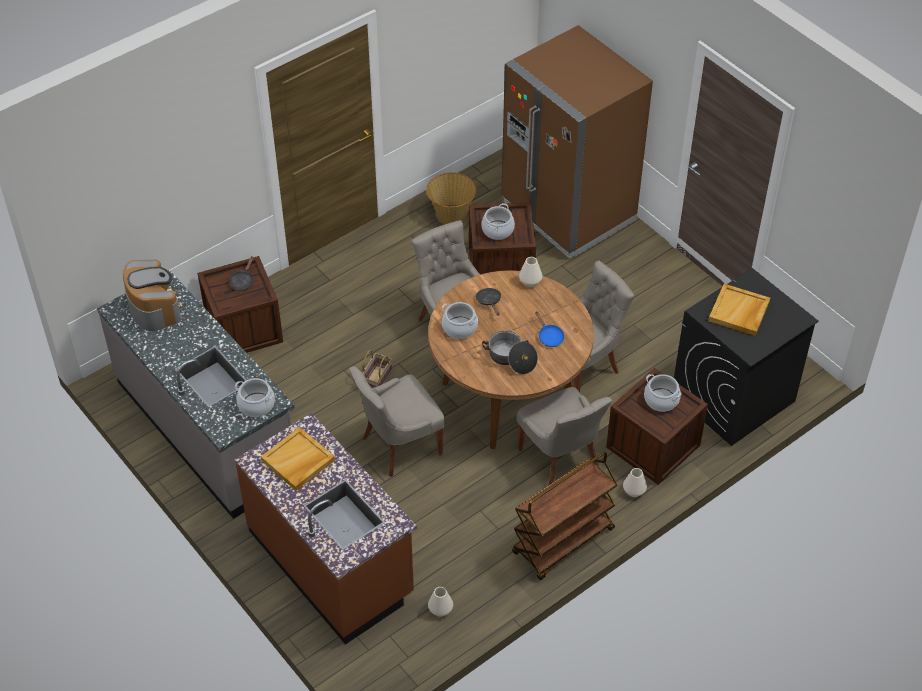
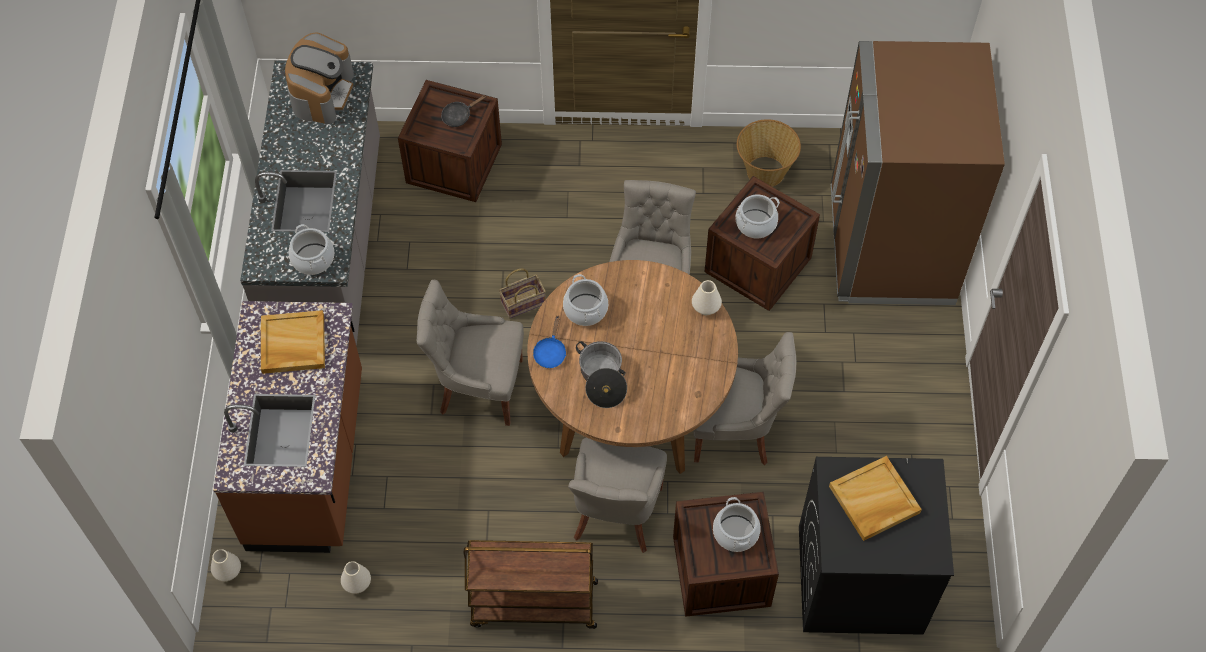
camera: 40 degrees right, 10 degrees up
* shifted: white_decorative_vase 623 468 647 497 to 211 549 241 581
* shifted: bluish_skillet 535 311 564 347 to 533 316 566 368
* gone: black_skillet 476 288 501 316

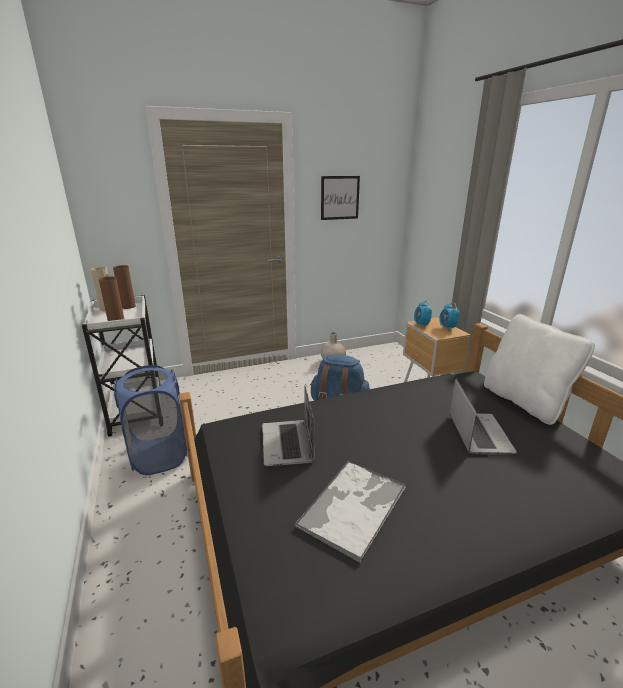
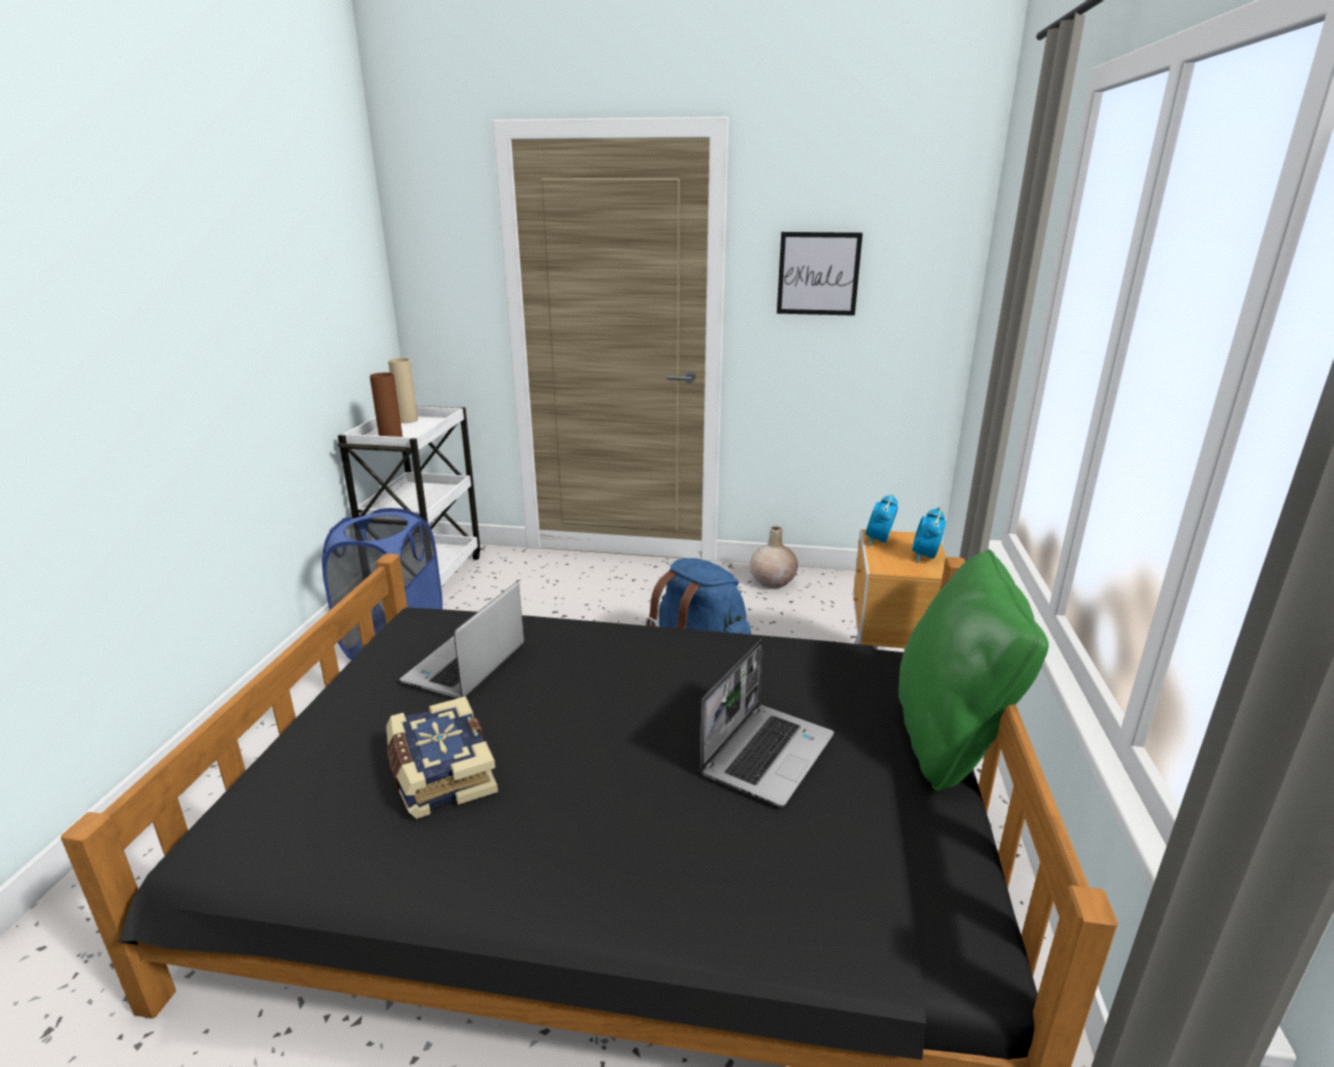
camera: 30 degrees right, 0 degrees up
* swapped: serving_tray 294 461 406 563 to bound_book 386 696 498 819
* repainted: white_pillow 484 314 595 425 to green-coloured_pillow 898 549 1049 792
* gone: brown-coloured_decorative_vase 113 265 136 309

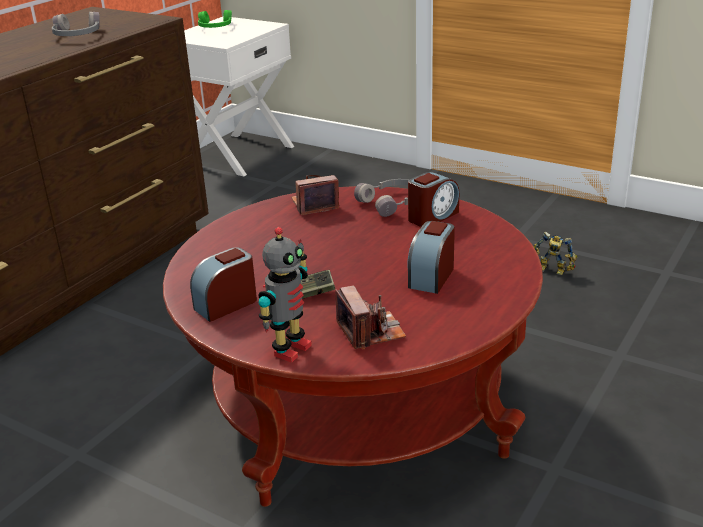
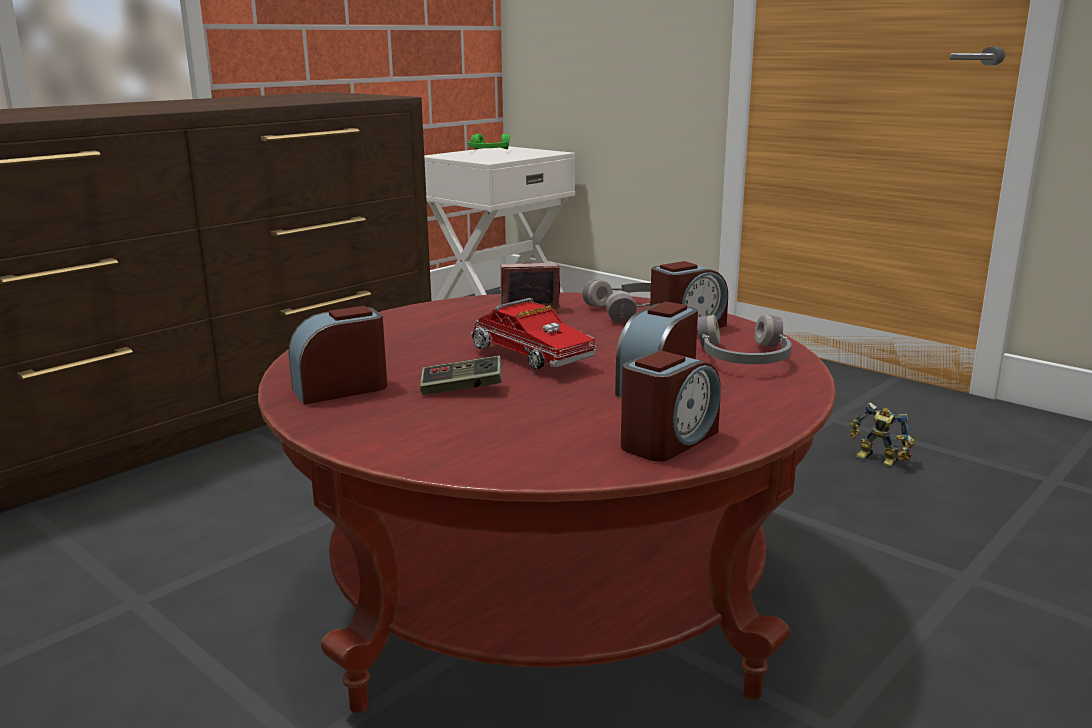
camera: 10 degrees right, 10 degrees down
* new: toy_lorry 471 298 596 369
* new: table_clock 621 350 721 462
* shifted: grey_headset 52 12 100 36 to 697 315 792 364
* gone: toy_robot 258 227 312 363
* gone: photo_camera 335 286 406 350

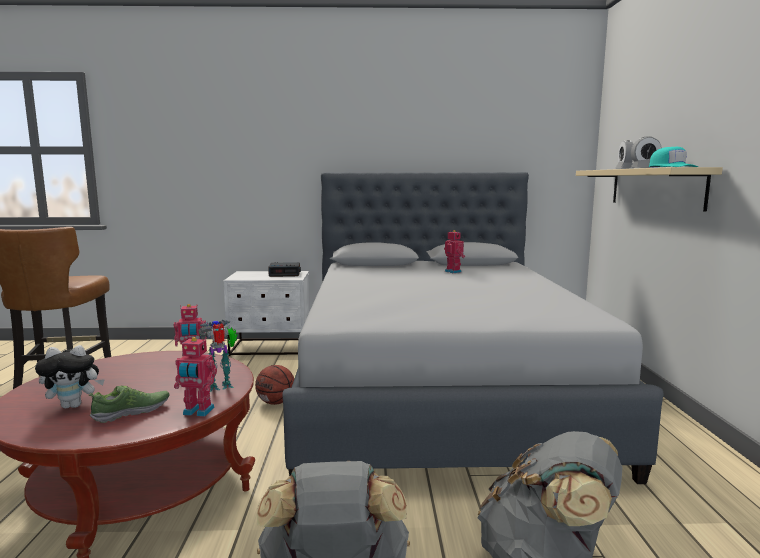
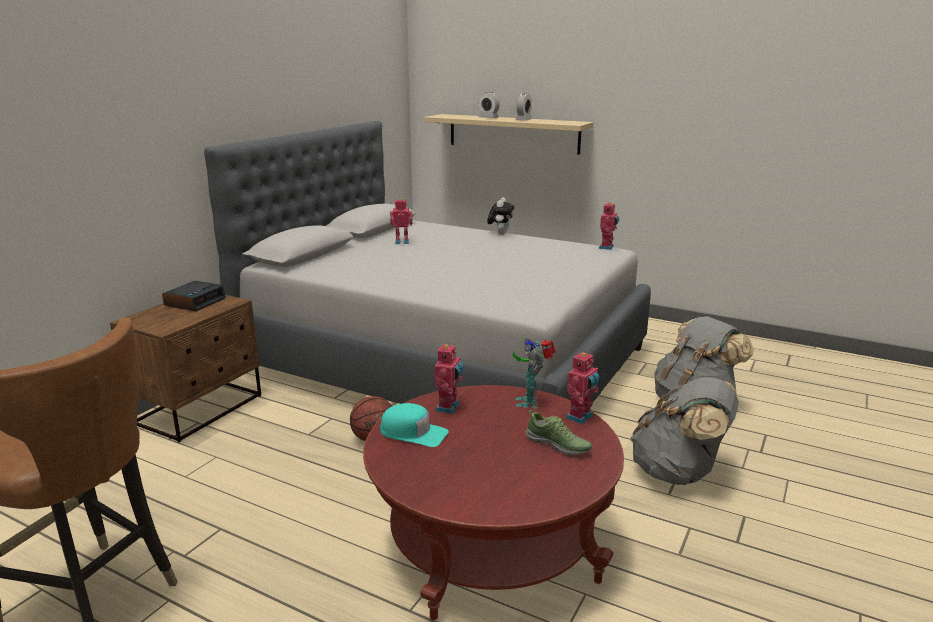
camera: 60 degrees left, 10 degrees up
* repainted: white_night_table 223 271 310 356 to brown-coloured_night_table 110 295 261 442
* shifted: turquoise-coloured_peaked_cap 649 147 699 167 to 380 403 449 447
* shifted: soft_toy 35 345 105 409 to 487 198 514 235
* rotated: item_of_footwear 89 385 169 423 = 526 410 592 455 135 degrees clockwise
* new: toy_robot 599 202 619 250

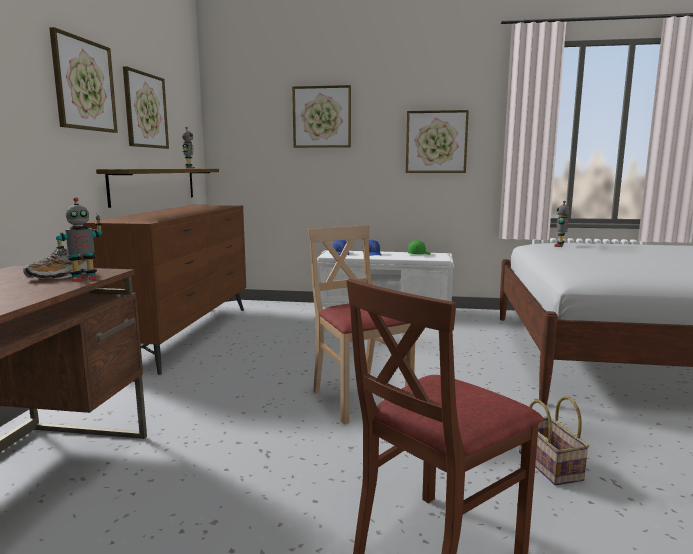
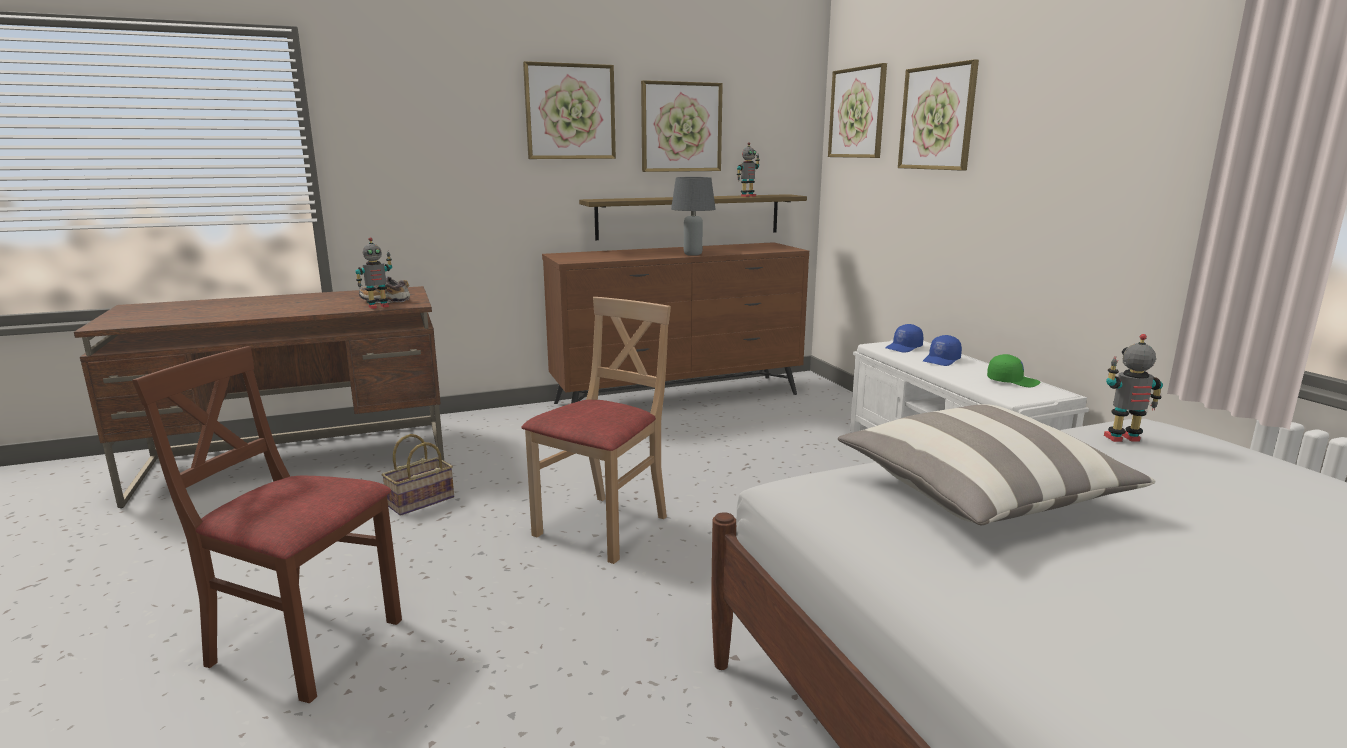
camera: 60 degrees right, 5 degrees up
* rotated: toy_robot 56 197 102 282 = 355 237 392 309 60 degrees counterclockwise
* shifted: storage_basket 519 396 589 486 to 381 434 454 516
* new: grey_lamp_for_a_table 671 177 716 256
* shifted: picture 406 110 469 173 to 828 63 887 158
* new: pillow 838 404 1156 525

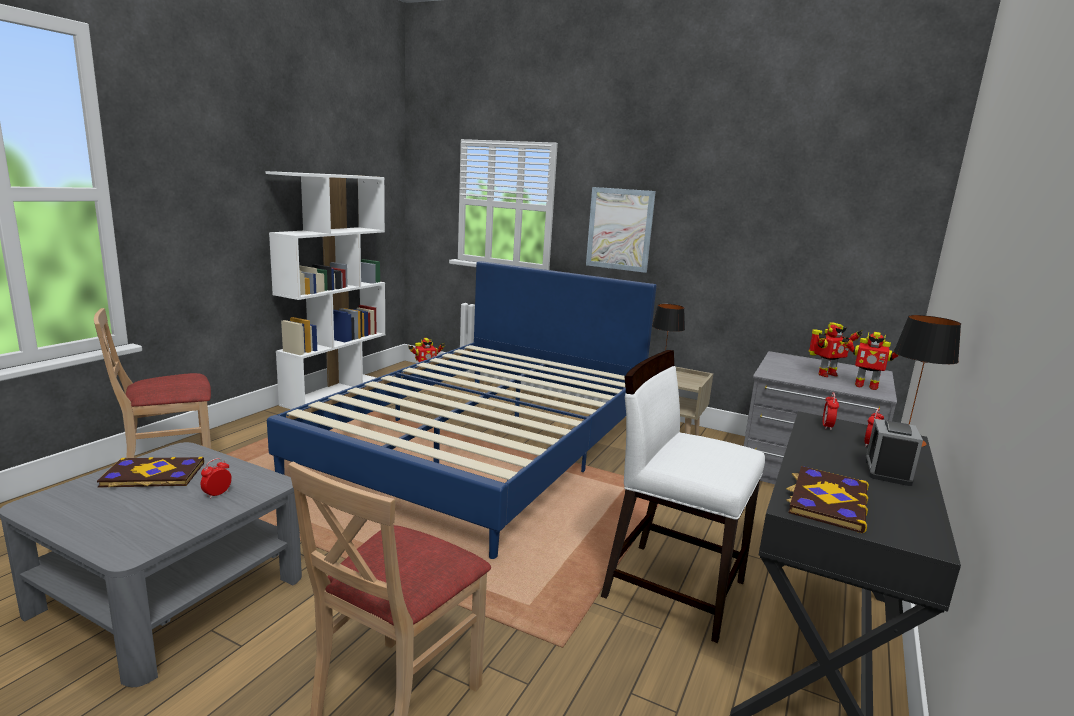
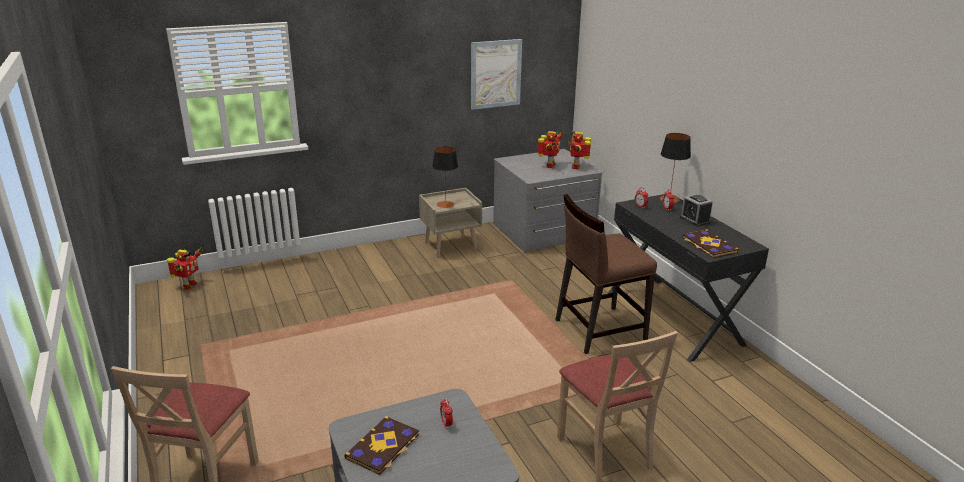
camera: 50 degrees left, 10 degrees up
* shifted: picture 586 187 656 273 to 471 39 522 110
* repainted: white_upright_chair 601 350 765 643 to brown-coloured_upright_chair 555 194 657 354
* rotated: toy_robot 842 332 899 390 = 568 131 591 169 120 degrees clockwise
* gone: white_bookshelf 266 171 385 409
* gone: bluish_sleeping_bed 267 261 656 559

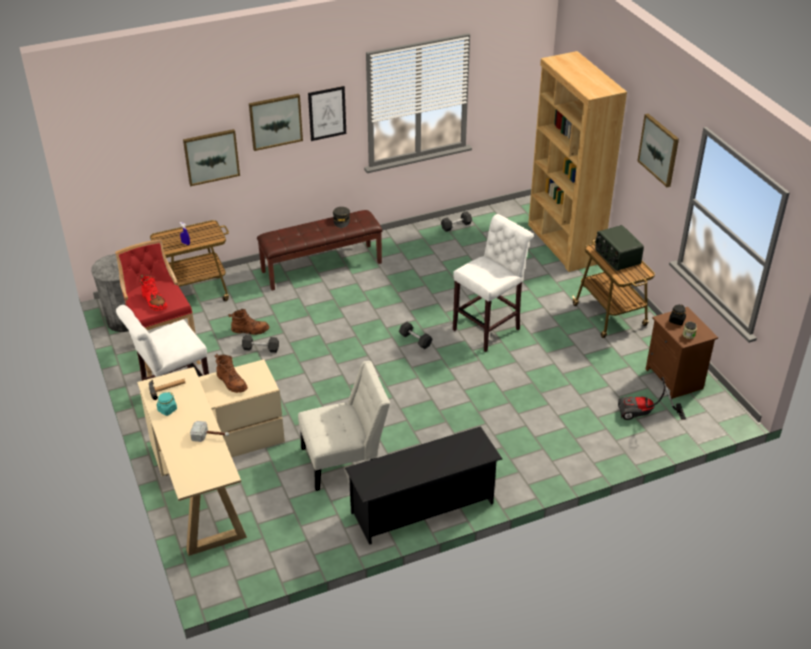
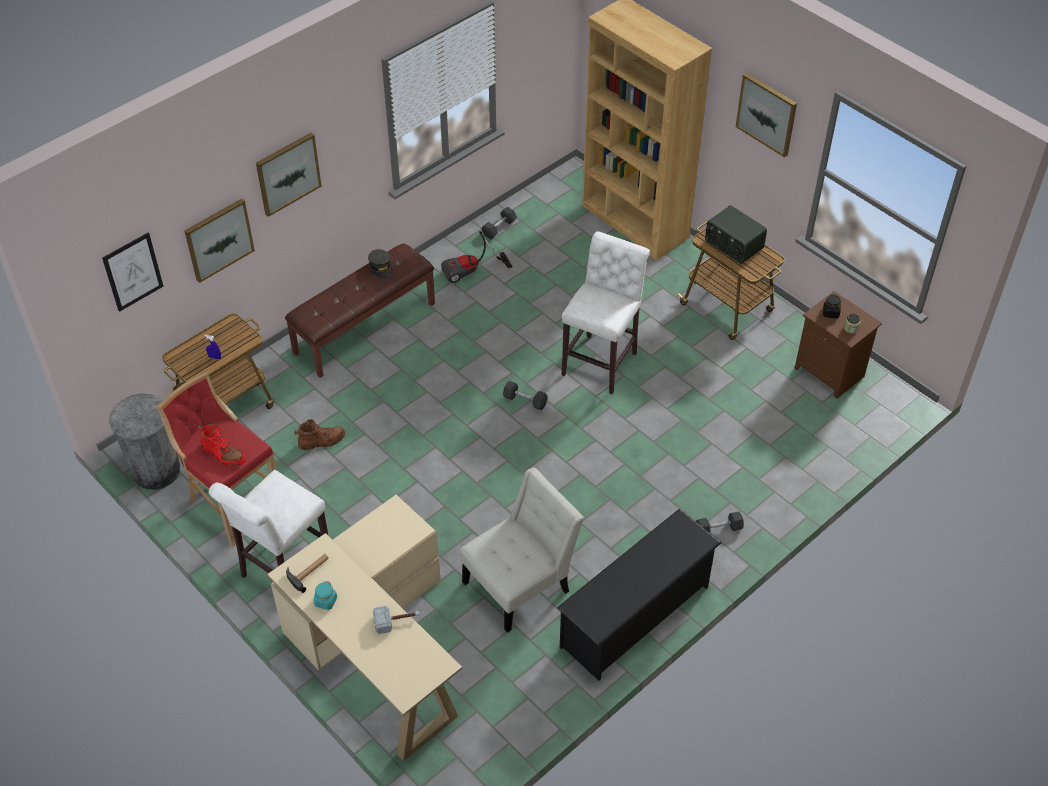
camera: 20 degrees left, 10 degrees up
* shifted: picture 308 86 346 141 to 102 233 163 312
* shifted: vacuum 618 377 686 420 to 441 231 513 283
* shifted: grey_dumbbell 242 335 279 353 to 696 512 744 533
* gone: brown-coloured_tall_boot 215 354 248 393

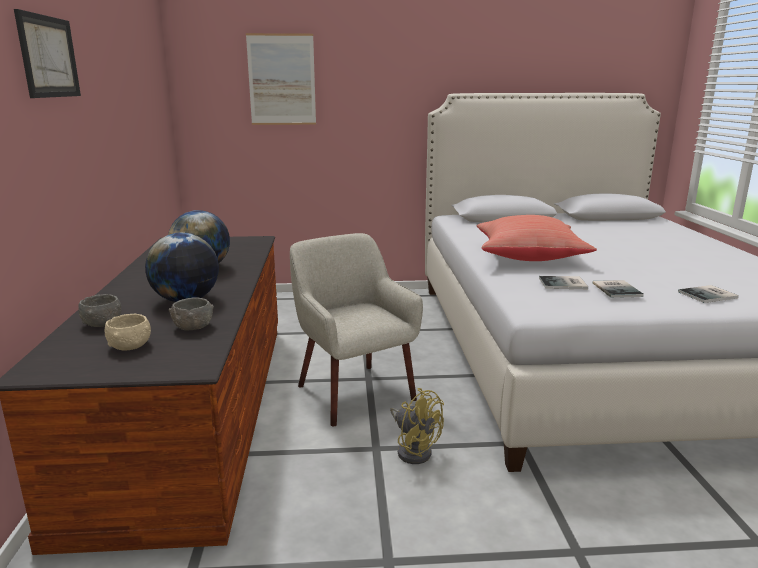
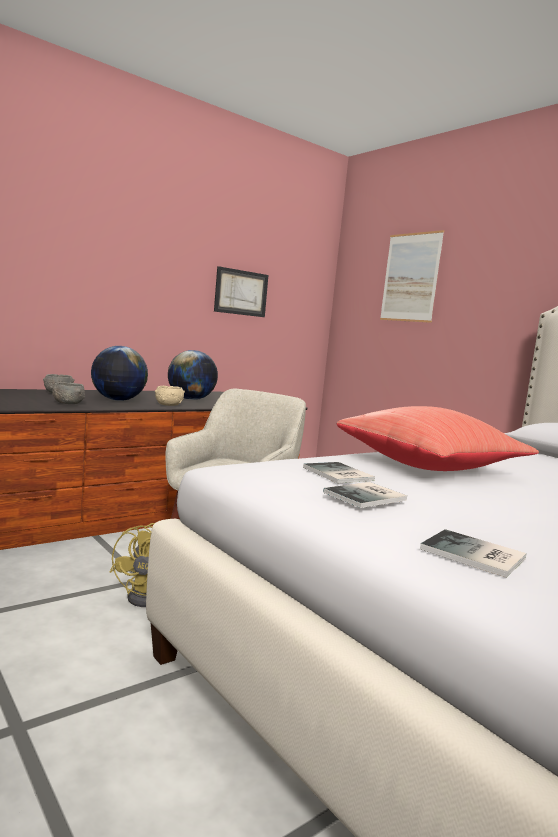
camera: 55 degrees right, 10 degrees down
* shifted: beige_bowl 105 314 151 351 to 155 386 185 406
* shifted: picture 14 9 81 98 to 214 266 268 317

